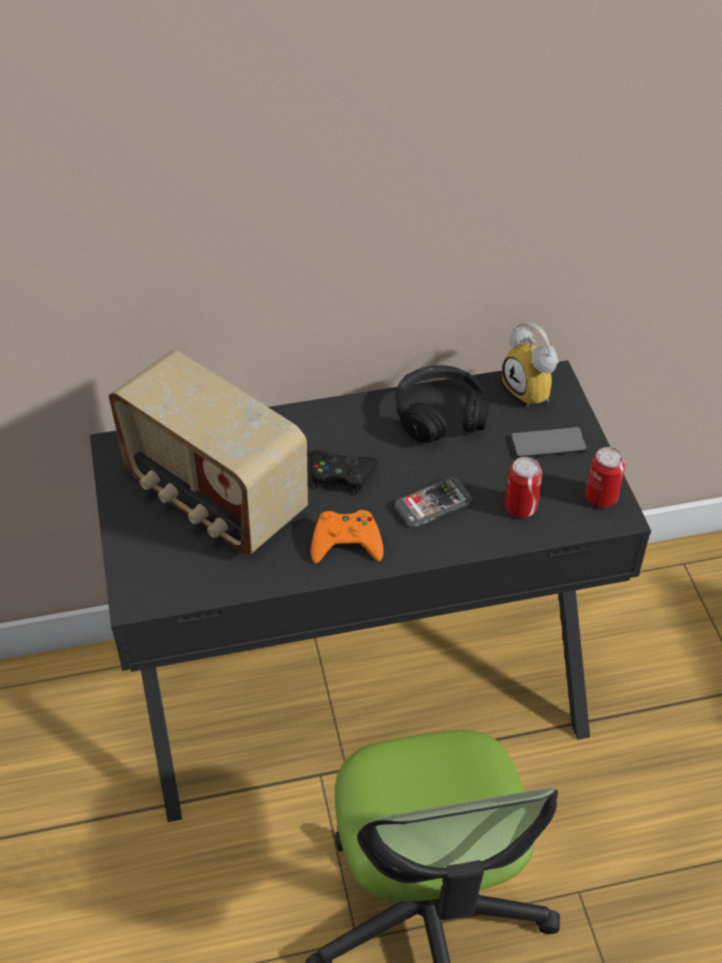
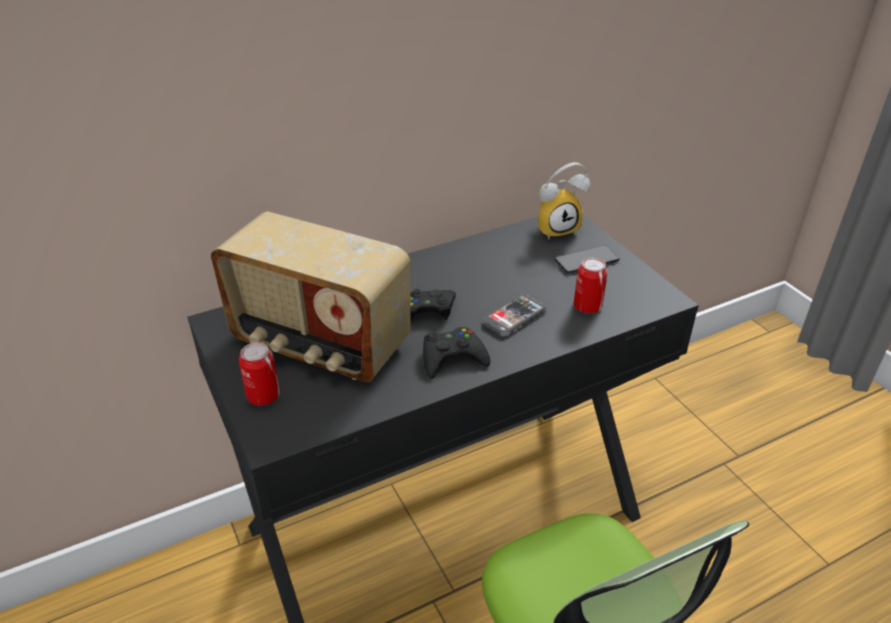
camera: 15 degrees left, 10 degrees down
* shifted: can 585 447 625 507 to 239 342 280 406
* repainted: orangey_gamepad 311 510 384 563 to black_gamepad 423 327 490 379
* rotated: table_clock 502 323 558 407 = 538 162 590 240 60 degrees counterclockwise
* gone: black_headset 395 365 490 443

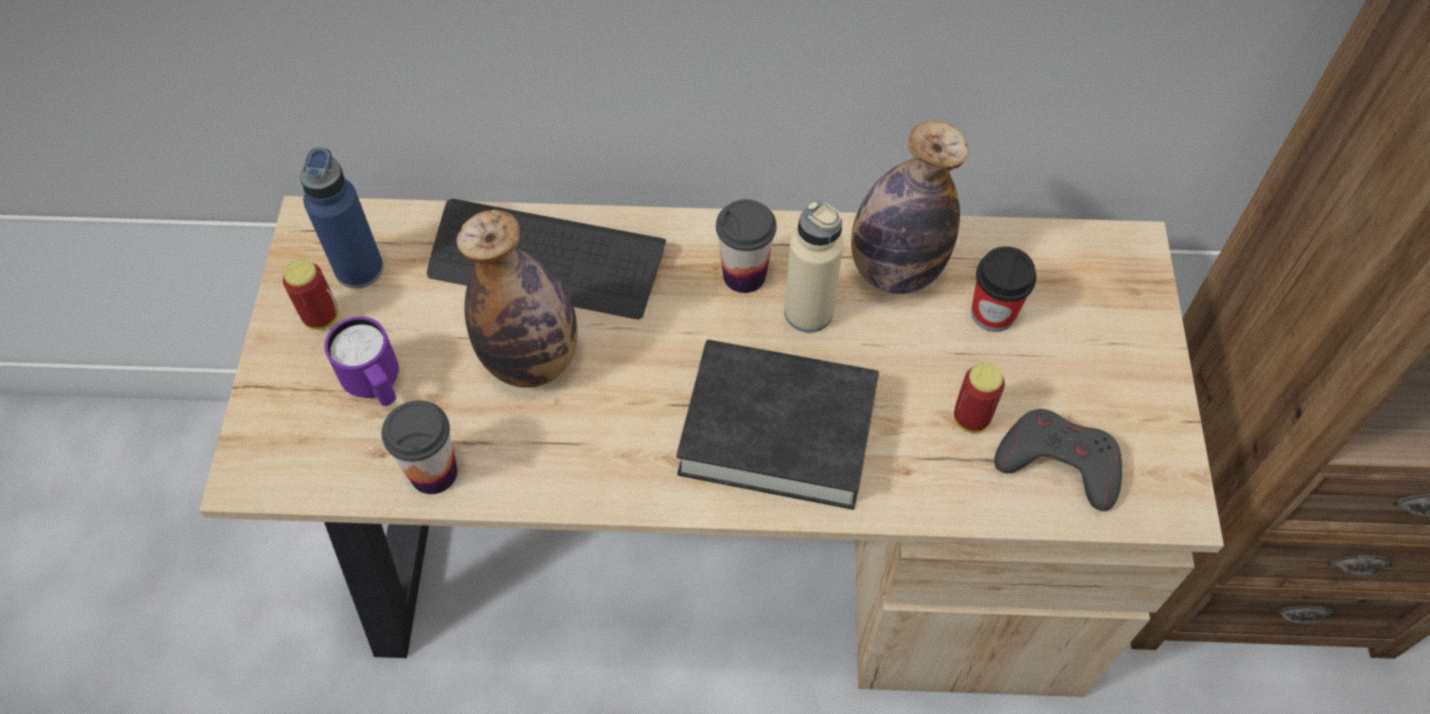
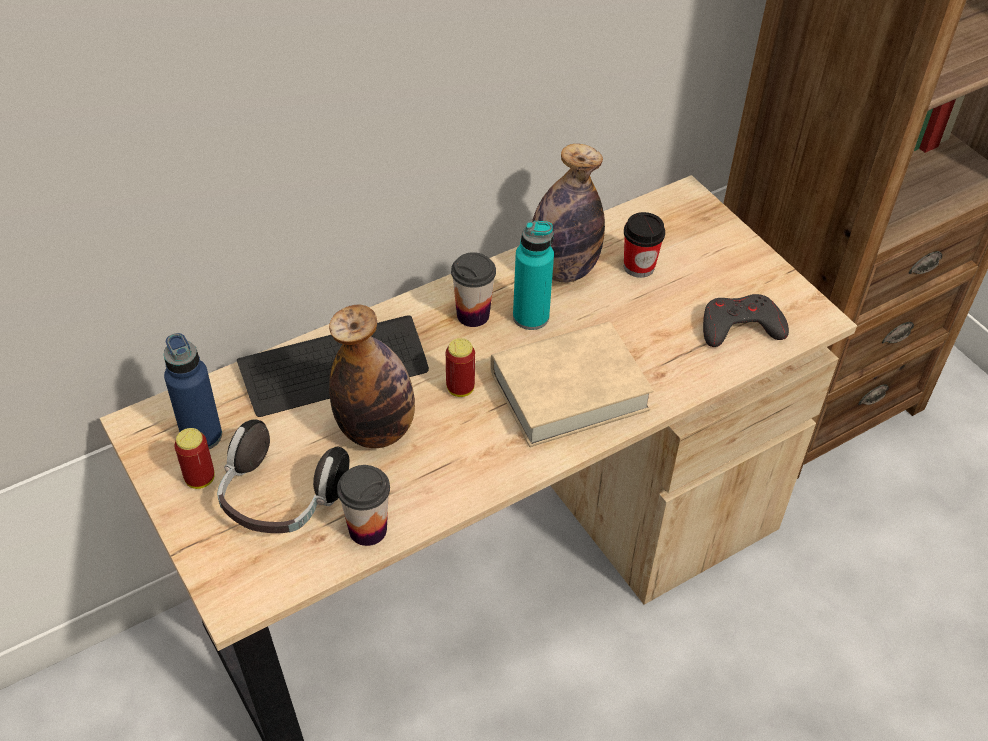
camera: 35 degrees left, 10 degrees down
* swapped: purple-coloured_tea_mug 324 317 399 406 to headset 217 420 350 533
* shifted: can 954 362 1005 433 to 446 338 475 397
* repainted: black_bound_book 676 340 879 510 to beige_bound_book 490 322 654 447
* repainted: beige_beverage_bottle 784 200 843 333 to turquoise-coloured_beverage_bottle 513 221 554 330

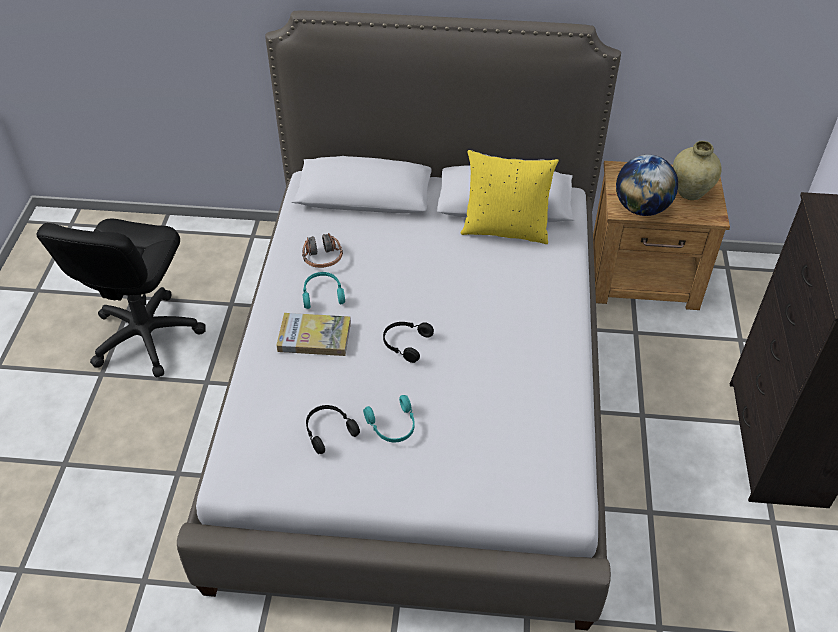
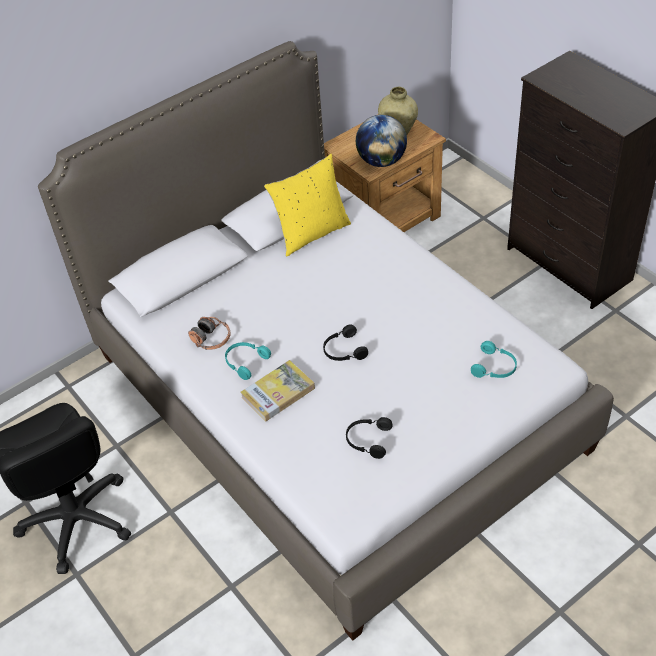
camera: 40 degrees left, 0 degrees up
* shifted: turquoise-coloured_headset 363 395 415 442 to 471 341 517 378

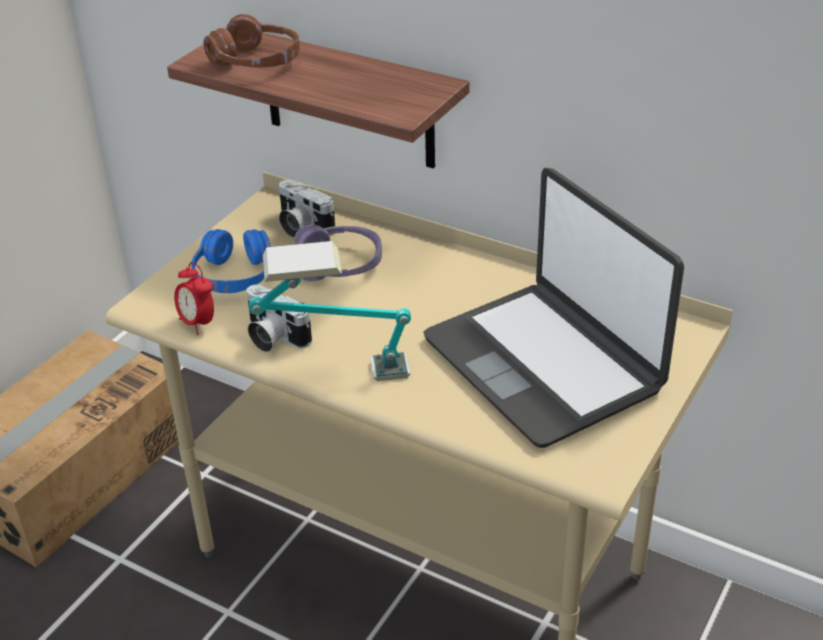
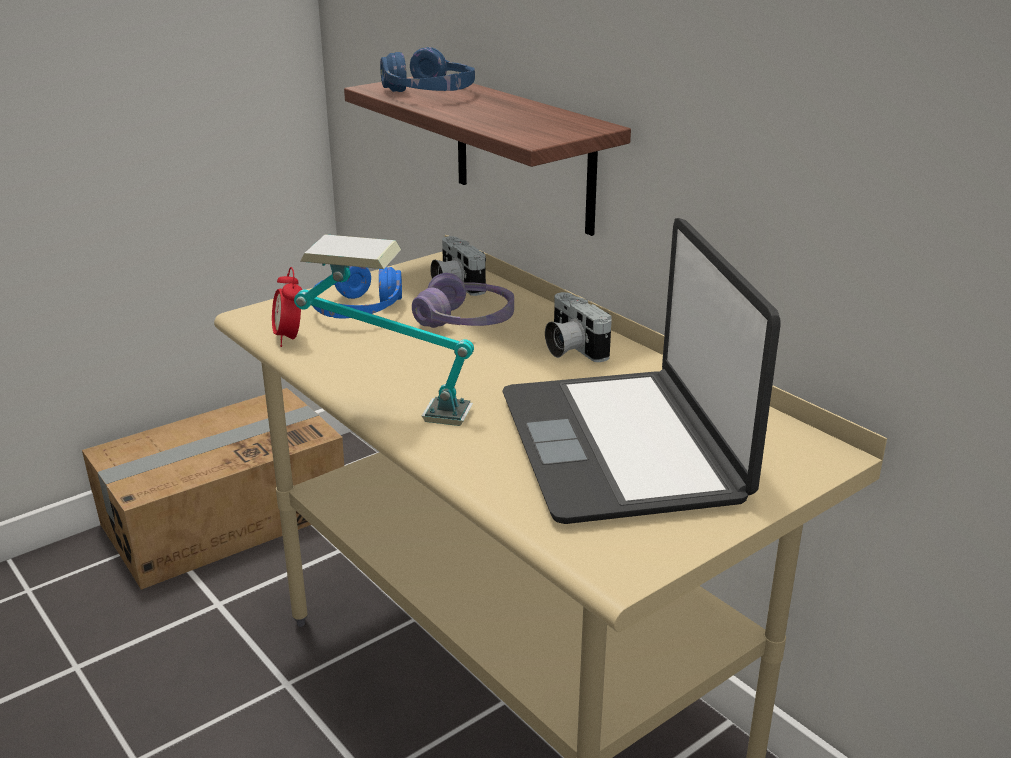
camera: 20 degrees right, 10 degrees down
* repainted: brown-coloured_headset 204 14 300 67 to bluish_headset 380 47 475 92
* shifted: photo_camera 246 284 312 352 to 545 292 612 362

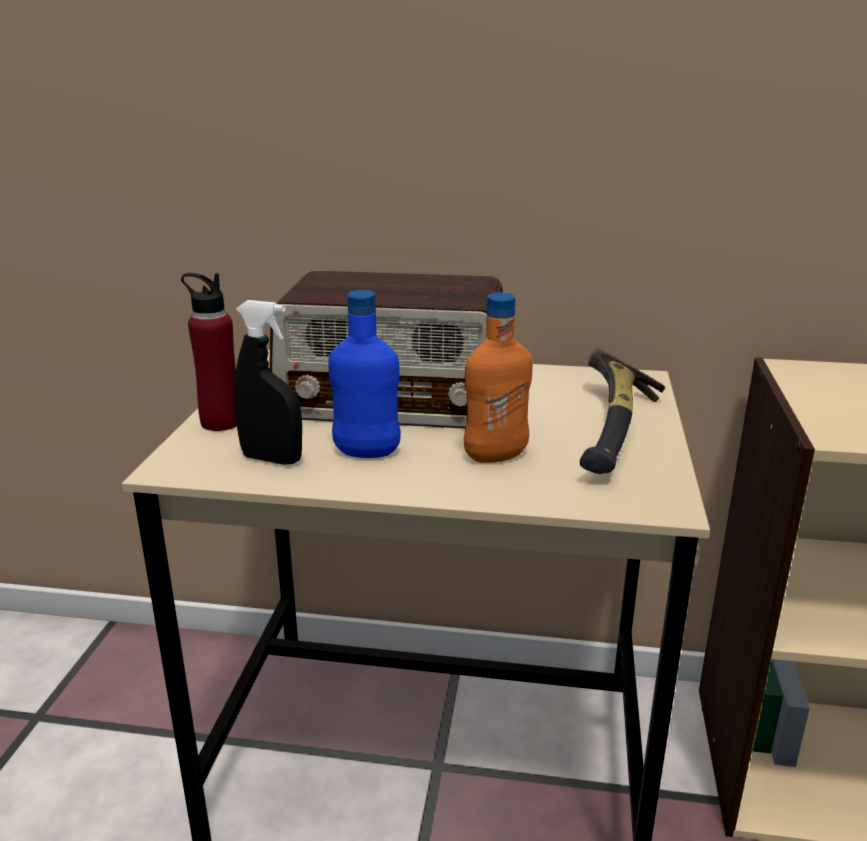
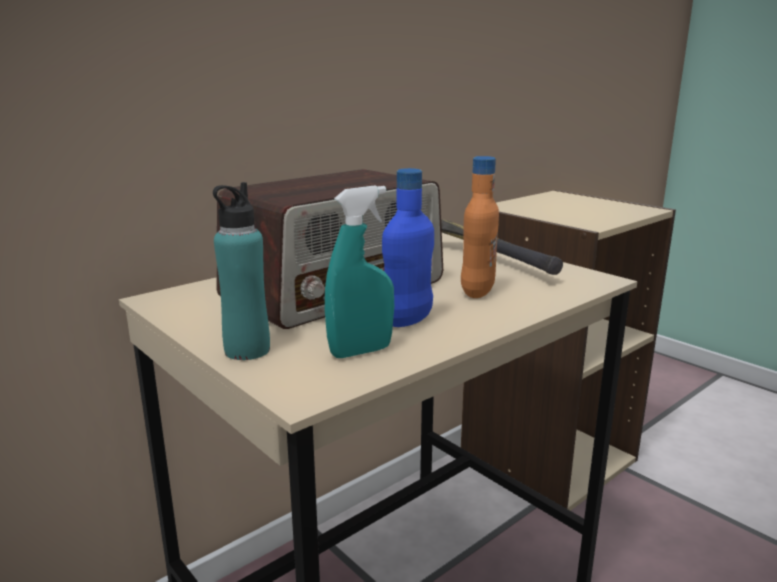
camera: 50 degrees left, 5 degrees down
* repainted: red-coloured_beverage_bottle 181 273 237 431 to turquoise-coloured_beverage_bottle 213 182 270 360
* repainted: black_sprayer 234 300 302 465 to turquoise-coloured_sprayer 325 185 394 358

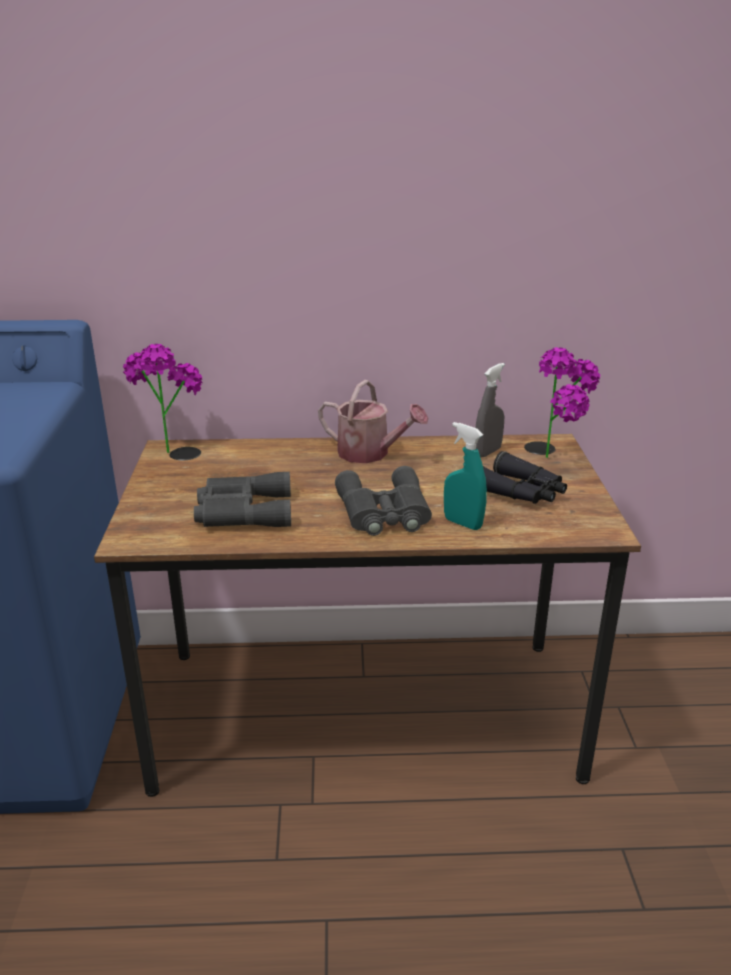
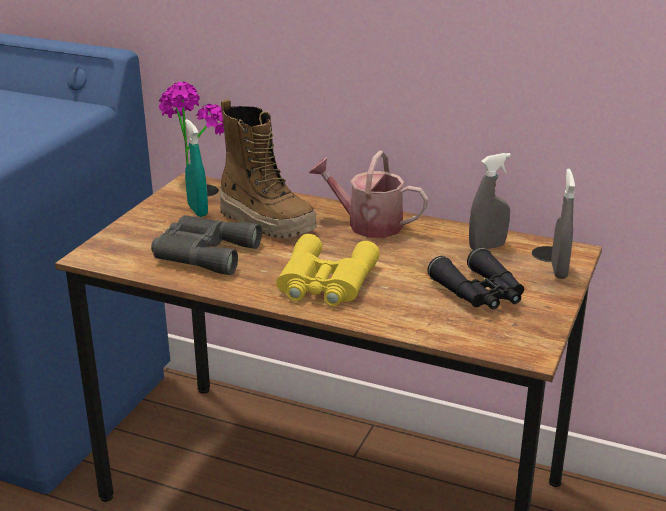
camera: 25 degrees right, 0 degrees up
* shifted: turquoise-coloured_sprayer 444 422 487 530 to 185 119 208 217
* new: tall_boot 220 99 317 239
* repainted: grey_field_glasses 335 466 432 536 to yellow-coloured_field_glasses 276 234 380 306
* rotated: watering_can 318 380 428 463 = 309 150 428 238 150 degrees clockwise
* swapped: potted_plant 539 347 600 458 to grey_sprayer 551 169 575 279

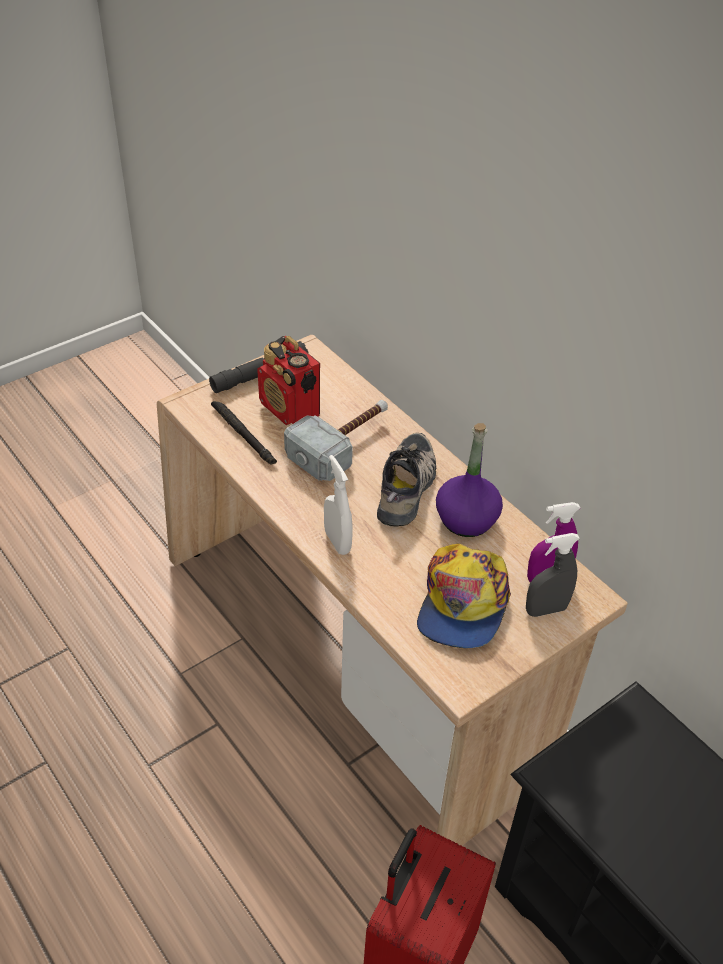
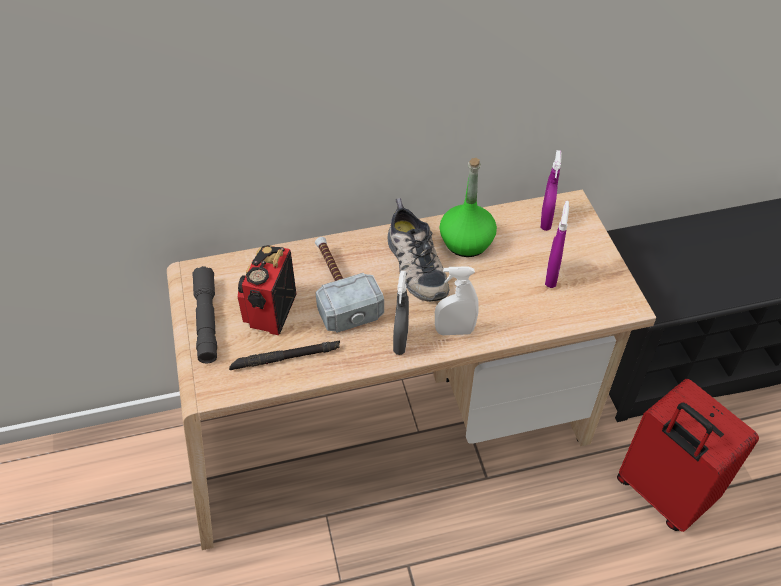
camera: 65 degrees left, 5 degrees up
* rotated: radio_receiver 257 336 320 425 = 238 245 296 335 120 degrees clockwise
* rotated: item_of_footwear 377 433 436 527 = 388 198 450 302 150 degrees counterclockwise
* shifted: grey_sprayer 526 533 580 617 to 393 271 409 355
* repainted: purple-coloured_beverage_bottle 436 423 503 537 to green-coloured_beverage_bottle 439 158 497 257
* swapped: peaked_cap 417 543 511 648 to purple-coloured_sprayer 545 201 569 288

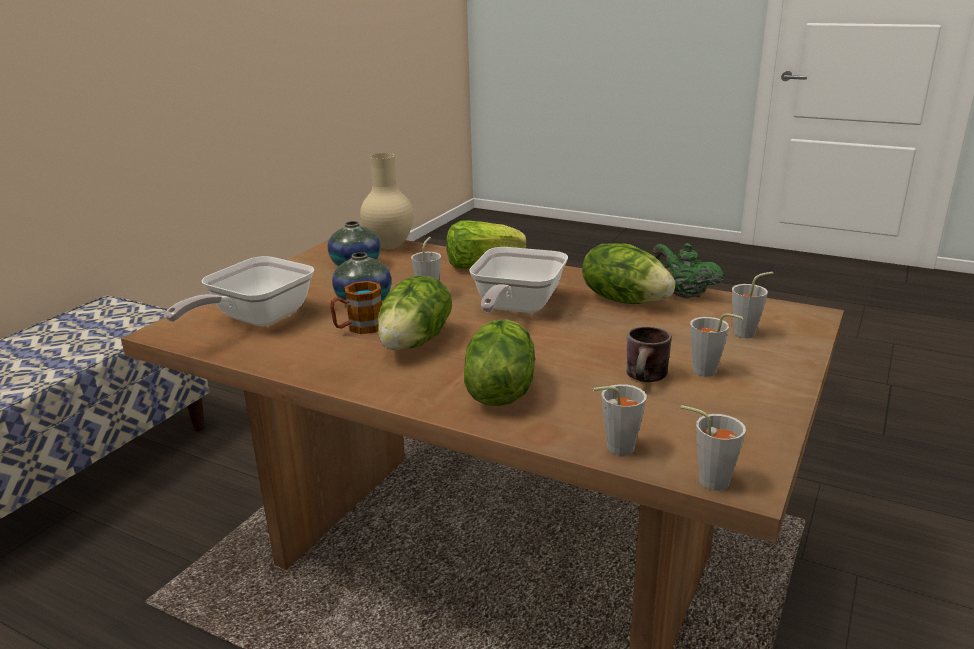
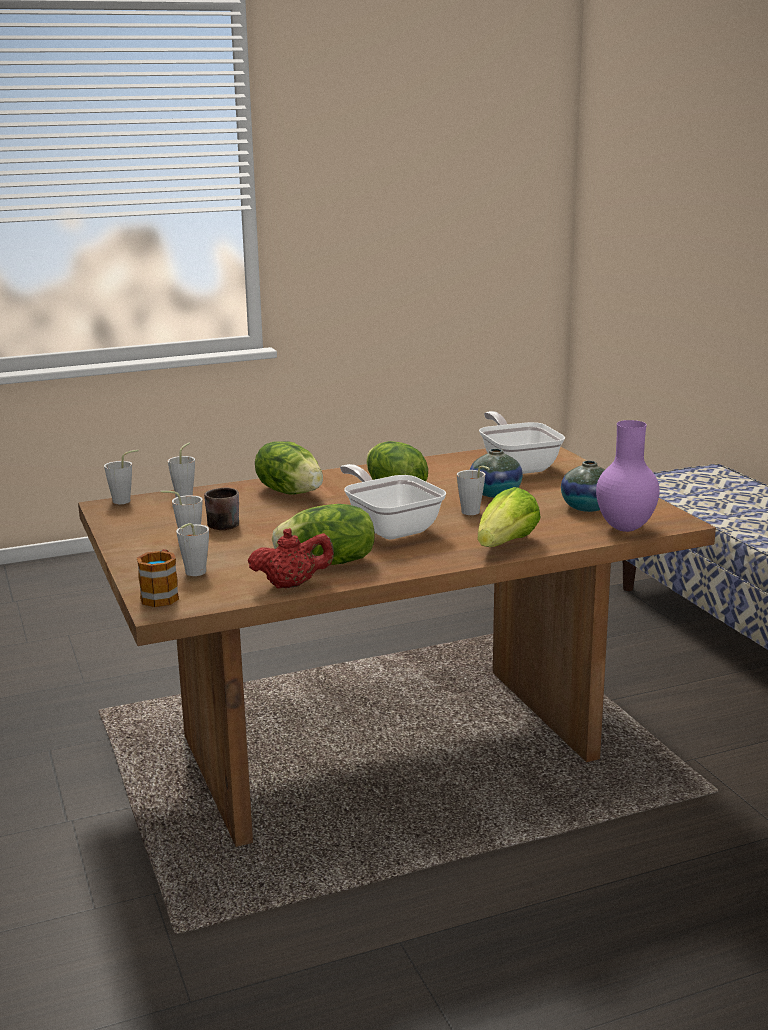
camera: 130 degrees right, 5 degrees down
* shifted: tea_mug 330 281 382 334 to 137 549 179 607
* repainted: green-coloured_tea_pot 651 243 724 299 to red-coloured_tea_pot 248 528 334 589
* repainted: beige_decorative_vase 360 153 413 250 to purple-coloured_decorative_vase 596 420 660 532

